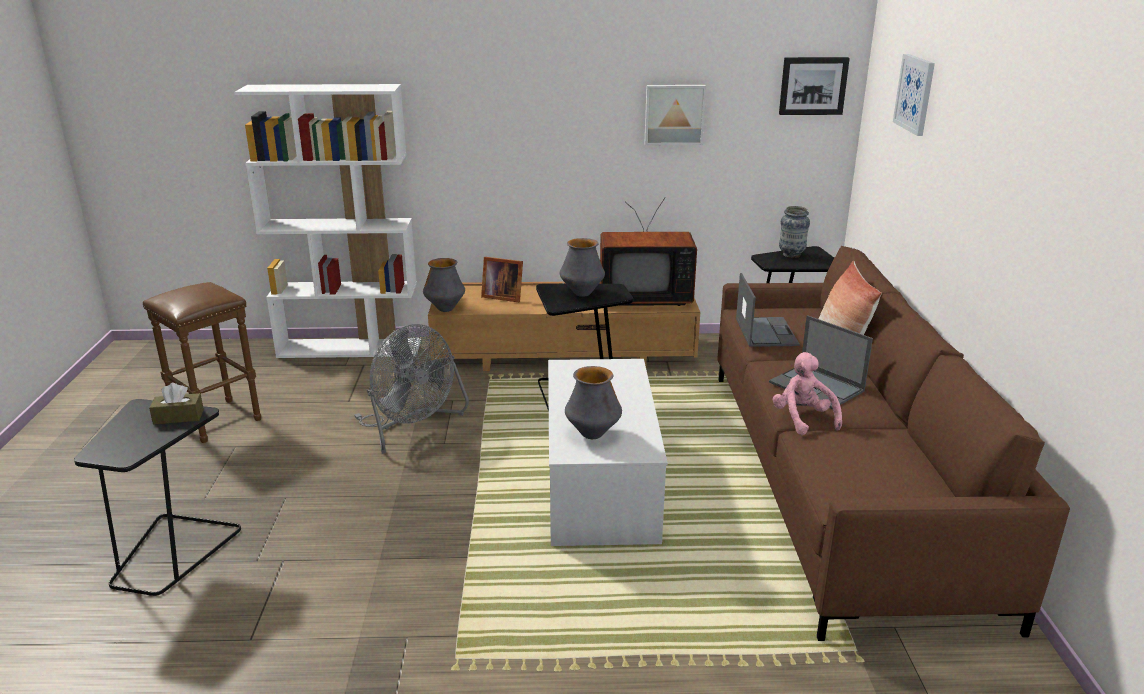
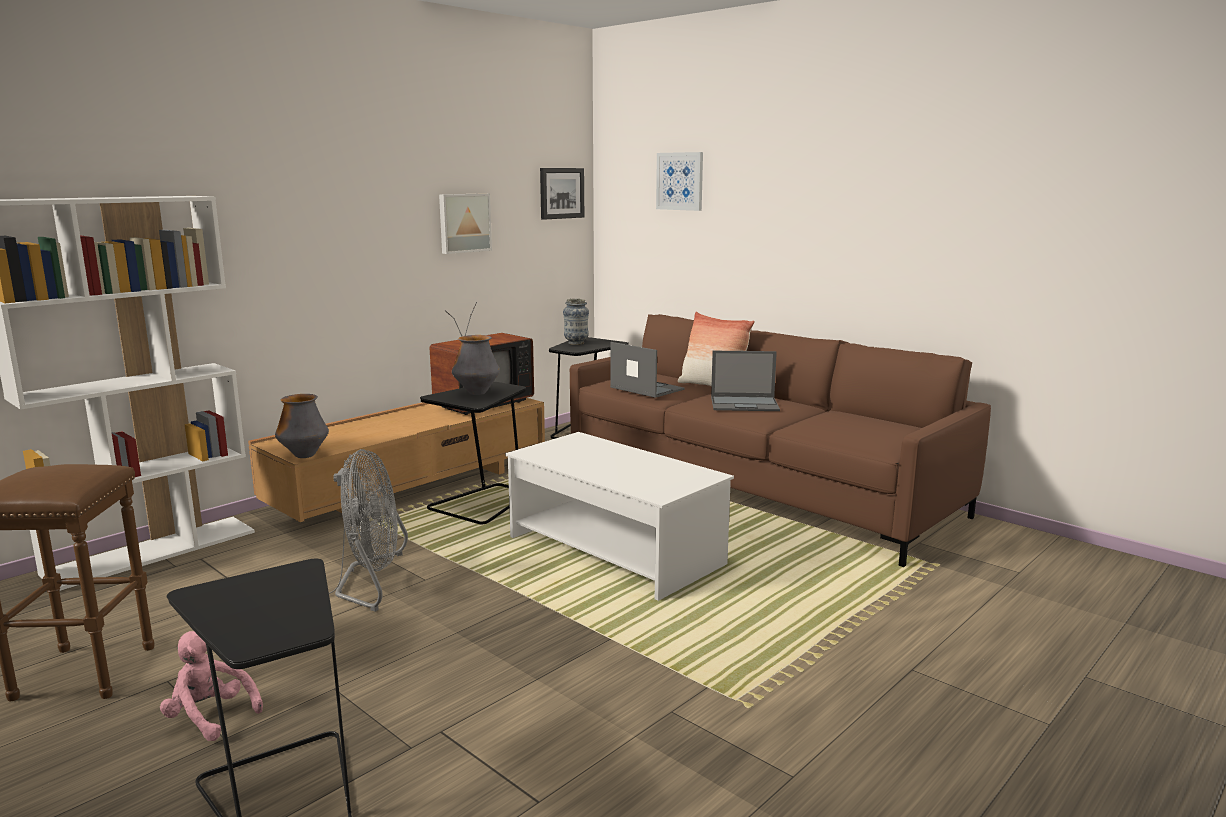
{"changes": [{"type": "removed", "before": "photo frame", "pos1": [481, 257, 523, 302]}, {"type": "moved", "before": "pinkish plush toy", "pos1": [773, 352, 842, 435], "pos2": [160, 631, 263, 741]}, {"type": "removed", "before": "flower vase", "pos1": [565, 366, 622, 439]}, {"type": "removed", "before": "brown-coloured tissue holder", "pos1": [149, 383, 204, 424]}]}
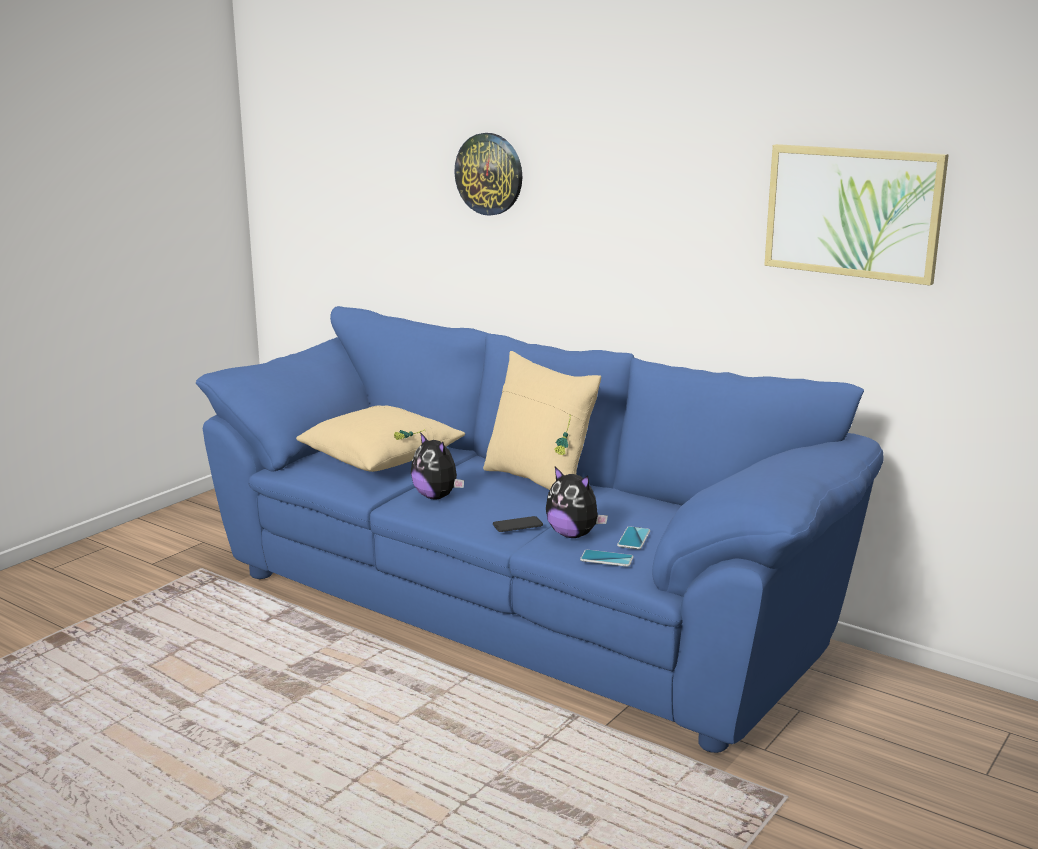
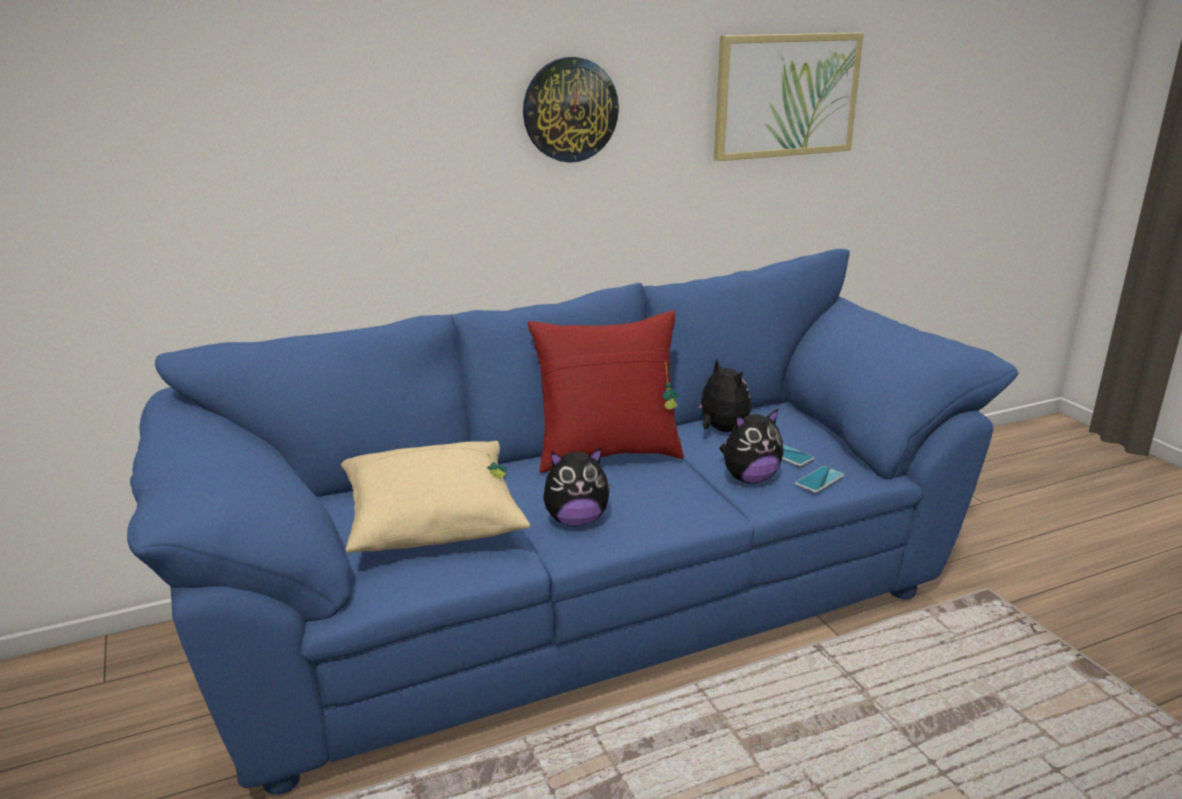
{"changes": [{"type": "moved", "before": "wall clock", "pos1": [454, 133, 522, 216], "pos2": [523, 57, 619, 163]}, {"type": "recoloured", "before": "sand-coloured pillow", "after": "red pillow", "pos1": [483, 351, 601, 490], "pos2": [528, 310, 684, 473]}, {"type": "removed", "before": "handset", "pos1": [493, 516, 543, 532]}, {"type": "added", "after": "plush toy", "pos2": [699, 359, 751, 432]}]}
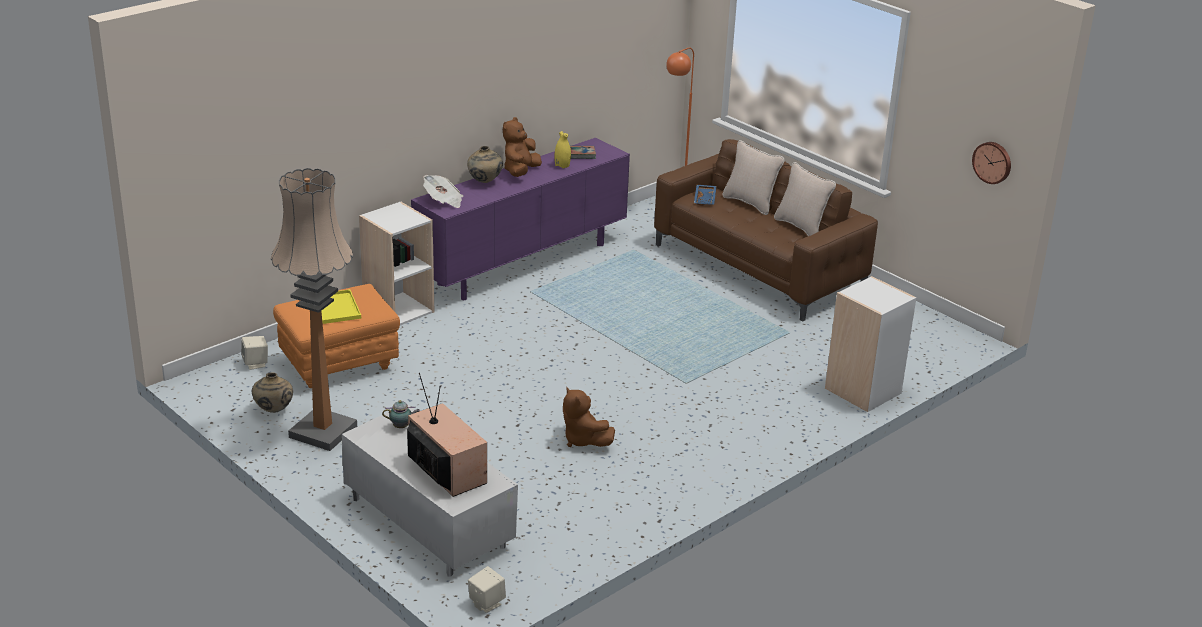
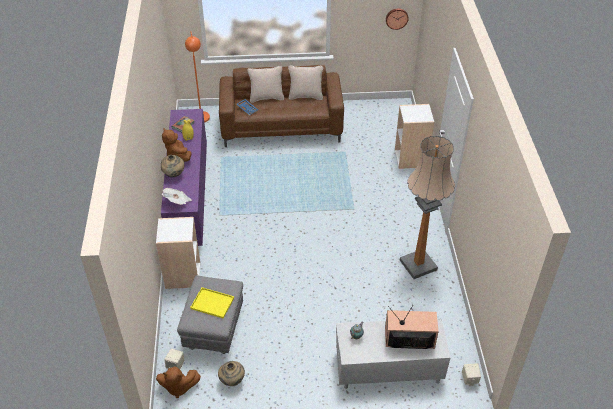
{"changes": [{"type": "moved", "before": "standard lamp", "pos1": [271, 168, 357, 451], "pos2": [400, 136, 455, 279]}, {"type": "recoloured", "before": "orangey ottoman", "after": "greyish ottoman", "pos1": [273, 284, 400, 388], "pos2": [177, 275, 243, 354]}, {"type": "moved", "before": "brown-coloured plush toy", "pos1": [563, 388, 615, 447], "pos2": [156, 366, 201, 398]}]}
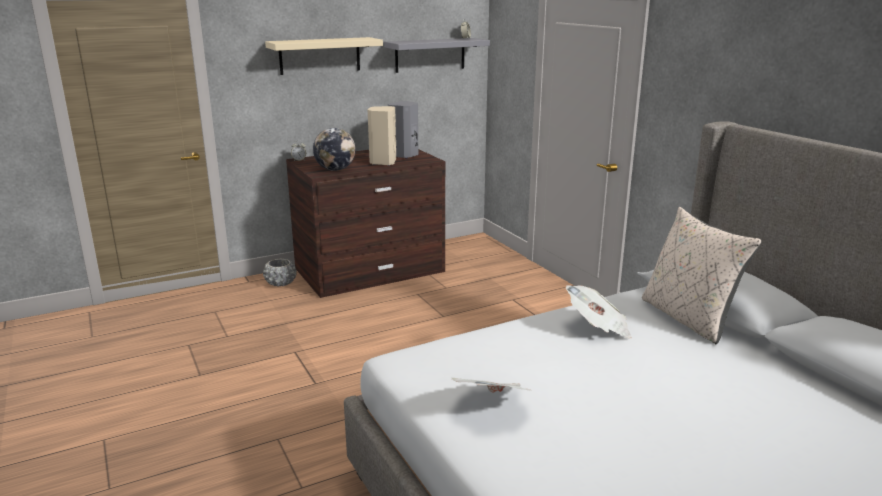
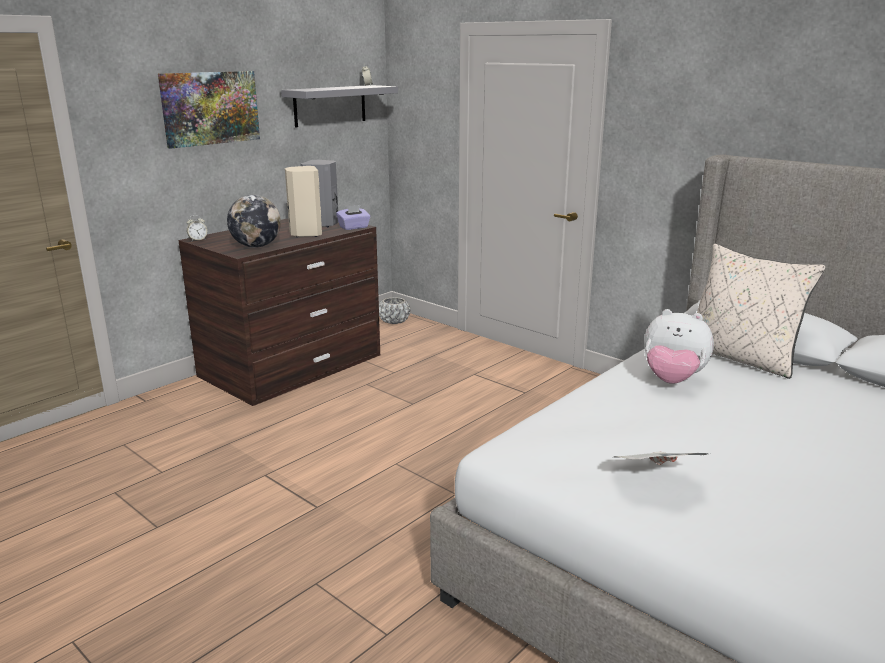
{"changes": [{"type": "replaced", "before": "sand-coloured shelf", "after": "picture", "pos1": [265, 37, 383, 75], "pos2": [158, 71, 260, 149]}, {"type": "moved", "before": "greyish planter", "pos1": [263, 259, 297, 287], "pos2": [379, 297, 411, 324]}, {"type": "replaced", "before": "printed paper", "after": "plush toy", "pos1": [566, 285, 631, 339], "pos2": [644, 309, 714, 384]}, {"type": "added", "after": "purple-coloured tissue holder", "pos2": [336, 205, 371, 230]}]}
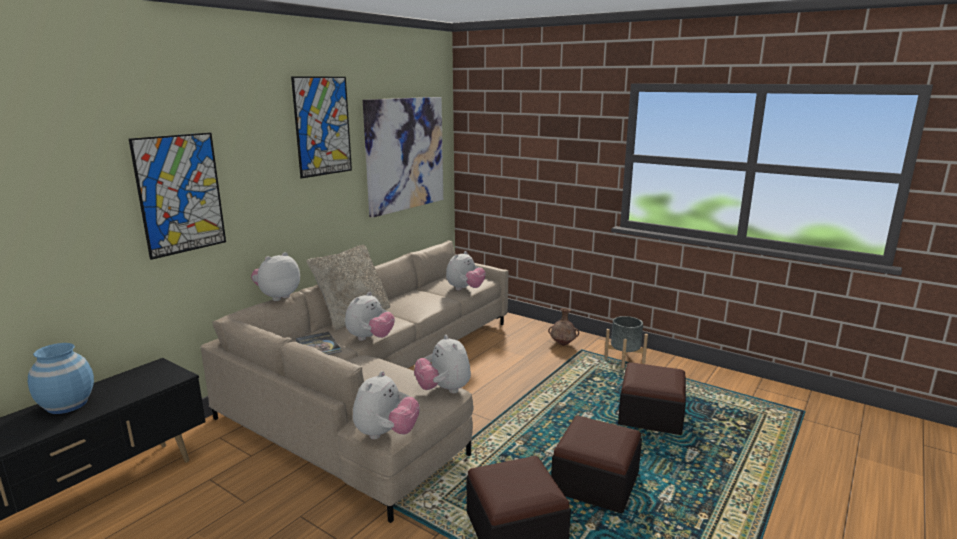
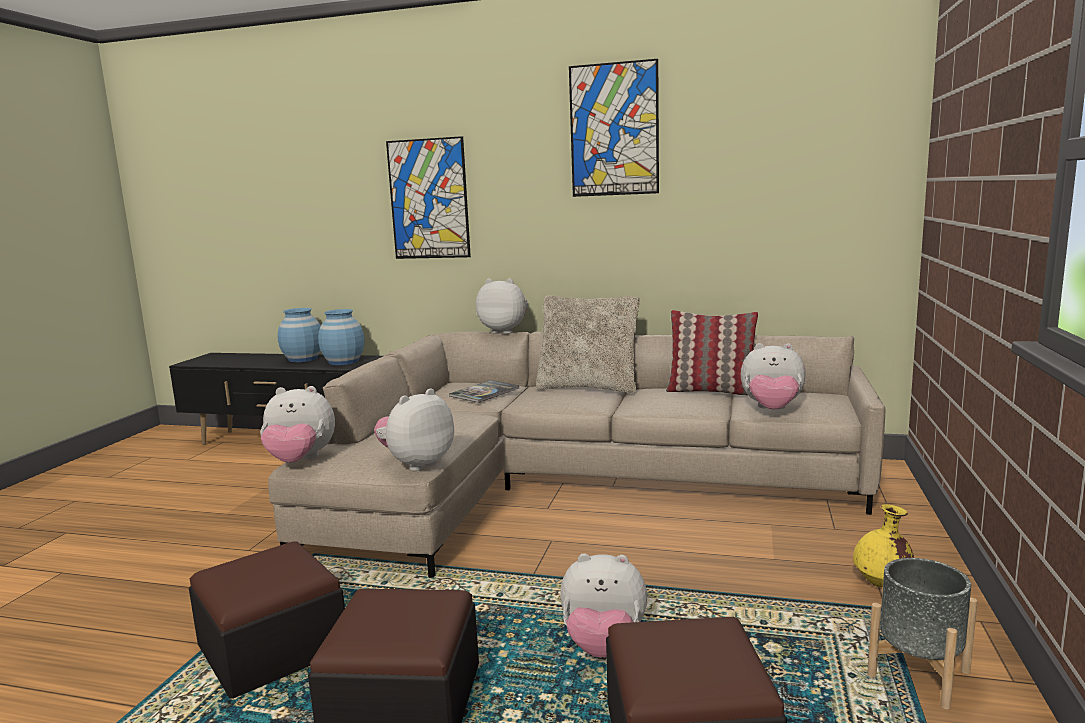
{"changes": [{"type": "removed", "before": "picture", "pos1": [363, 97, 443, 218]}, {"type": "moved", "before": "plush toy", "pos1": [345, 292, 395, 341], "pos2": [560, 553, 647, 658]}, {"type": "recoloured", "before": "brown-coloured flower vase", "after": "yellow flower vase", "pos1": [548, 308, 579, 346], "pos2": [853, 504, 914, 587]}, {"type": "added", "after": "blue flower vase", "pos2": [318, 309, 365, 365]}, {"type": "added", "after": "pillow", "pos2": [666, 310, 758, 396]}]}
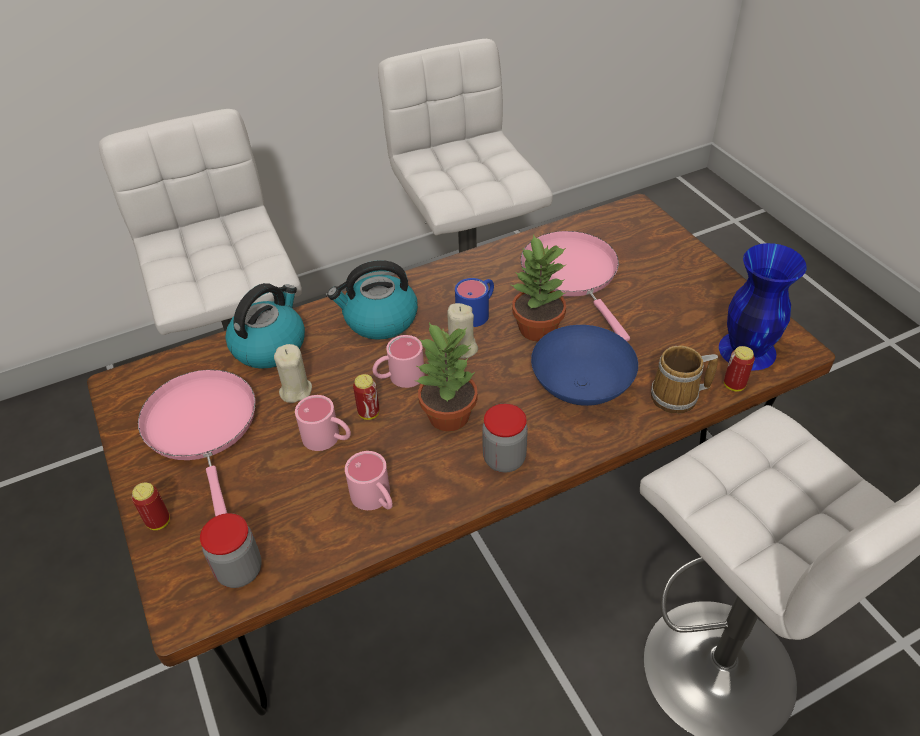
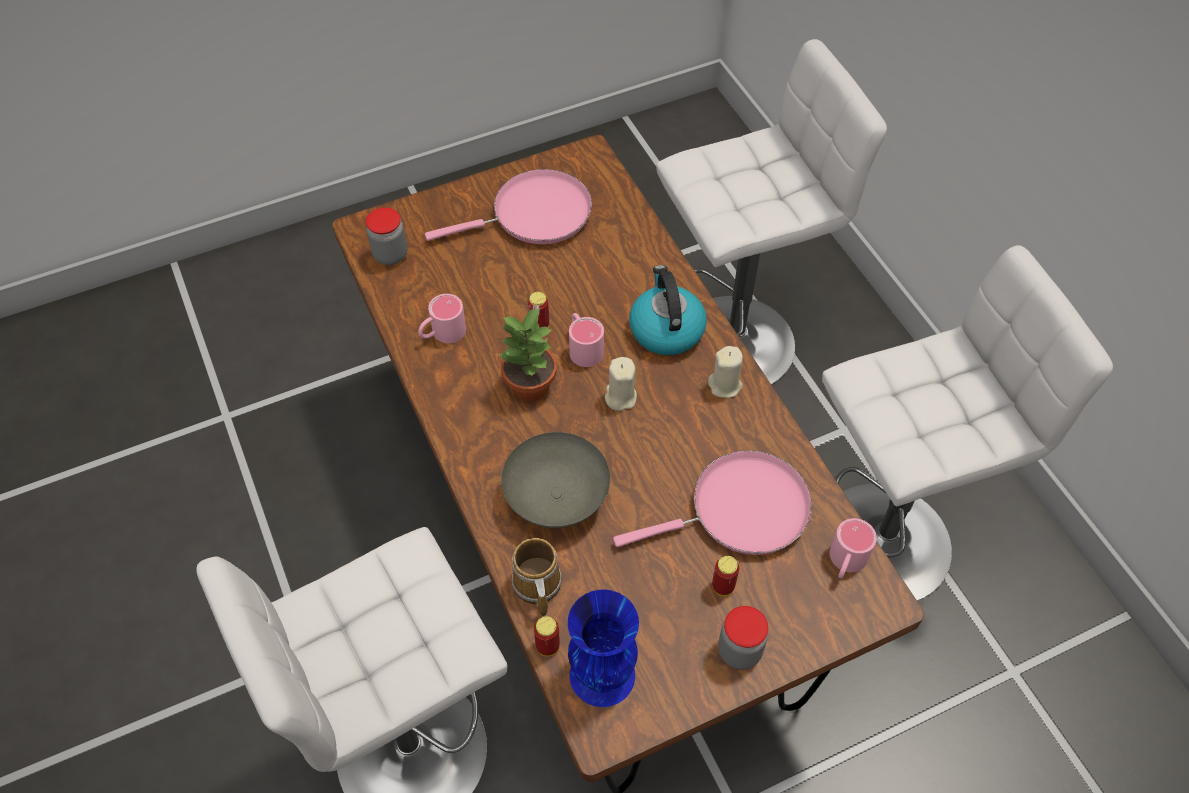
{"changes": [{"type": "removed", "before": "potted plant", "pos1": [512, 234, 567, 341]}, {"type": "removed", "before": "blue mug", "pos1": [455, 278, 494, 327]}, {"type": "removed", "before": "kettle", "pos1": [226, 283, 305, 369]}, {"type": "recoloured", "before": "blue deep dish", "after": "greyish deep dish", "pos1": [531, 325, 638, 406], "pos2": [501, 432, 610, 528]}, {"type": "moved", "before": "sand-coloured candle", "pos1": [274, 344, 312, 403], "pos2": [708, 346, 743, 398]}, {"type": "moved", "before": "pinkish mug", "pos1": [295, 395, 351, 451], "pos2": [830, 518, 877, 578]}, {"type": "moved", "before": "storage jar", "pos1": [482, 404, 528, 473], "pos2": [718, 606, 769, 670]}, {"type": "moved", "before": "sealed can", "pos1": [132, 483, 170, 530], "pos2": [712, 556, 739, 596]}]}
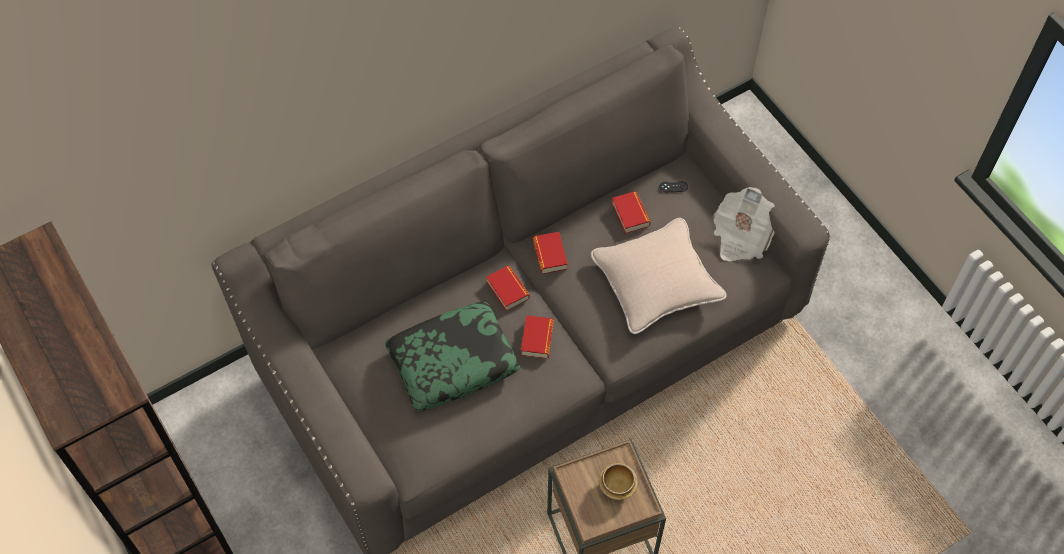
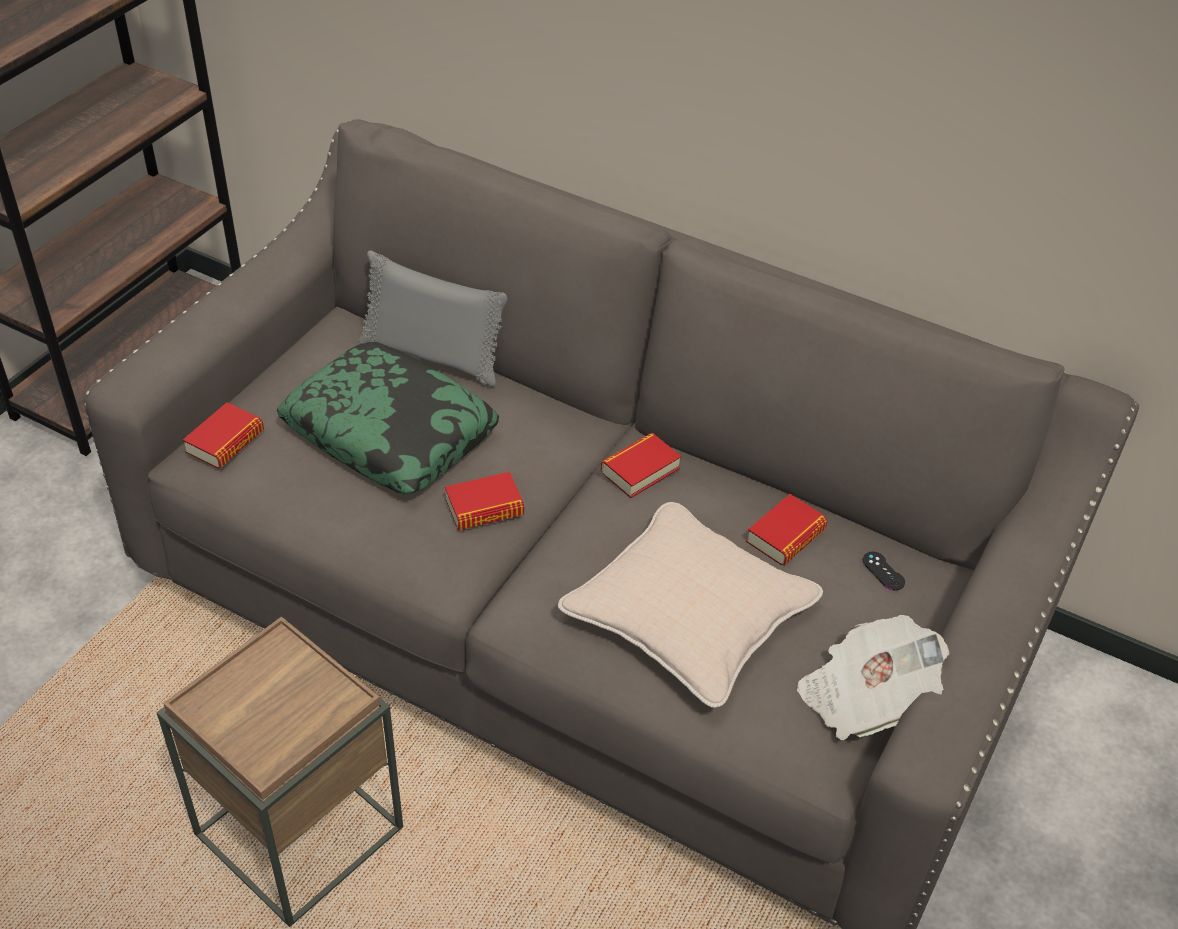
{"changes": [{"type": "moved", "before": "bound book", "pos1": [486, 266, 530, 311], "pos2": [183, 402, 264, 469]}, {"type": "removed", "before": "deep dish", "pos1": [599, 463, 638, 500]}, {"type": "added", "after": "greyish pillow", "pos2": [358, 250, 507, 386]}]}
